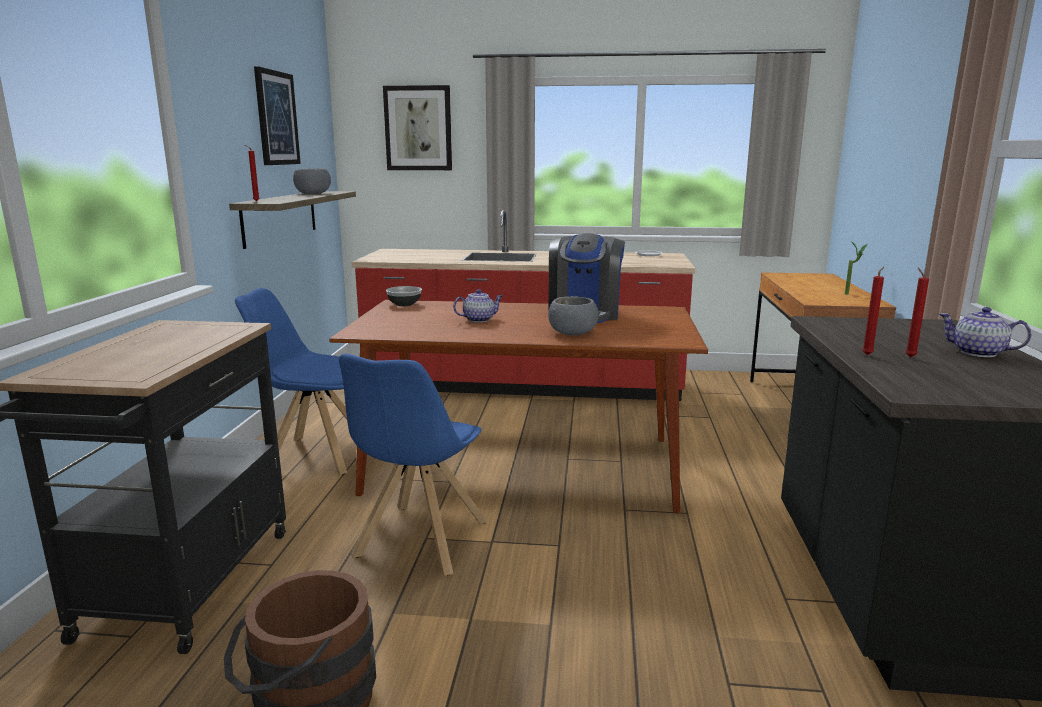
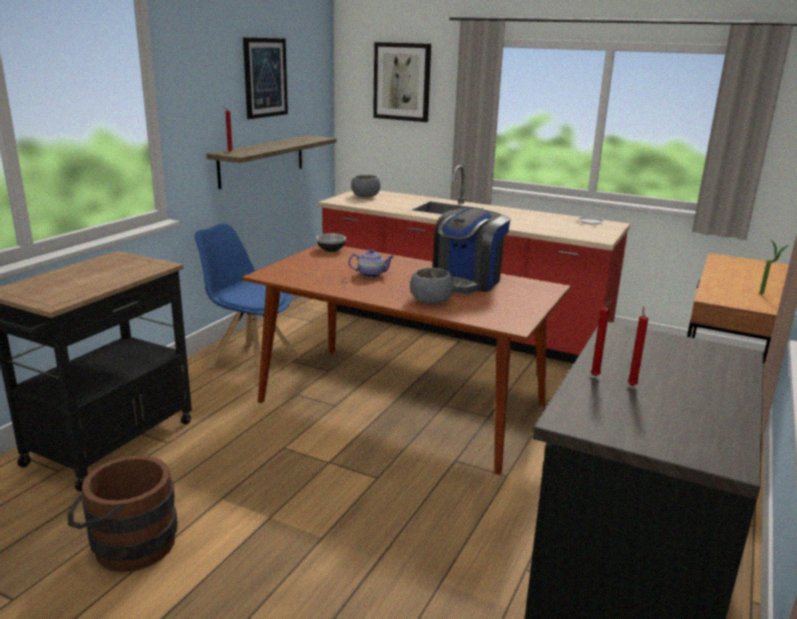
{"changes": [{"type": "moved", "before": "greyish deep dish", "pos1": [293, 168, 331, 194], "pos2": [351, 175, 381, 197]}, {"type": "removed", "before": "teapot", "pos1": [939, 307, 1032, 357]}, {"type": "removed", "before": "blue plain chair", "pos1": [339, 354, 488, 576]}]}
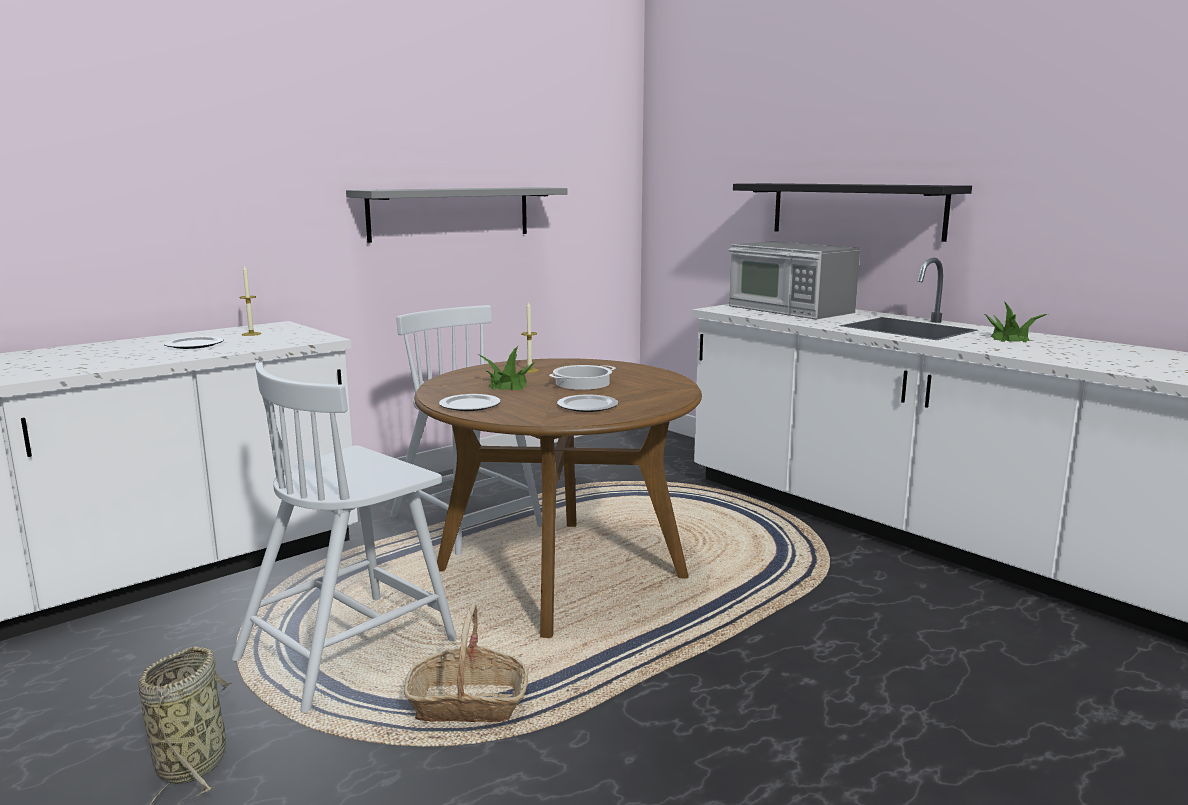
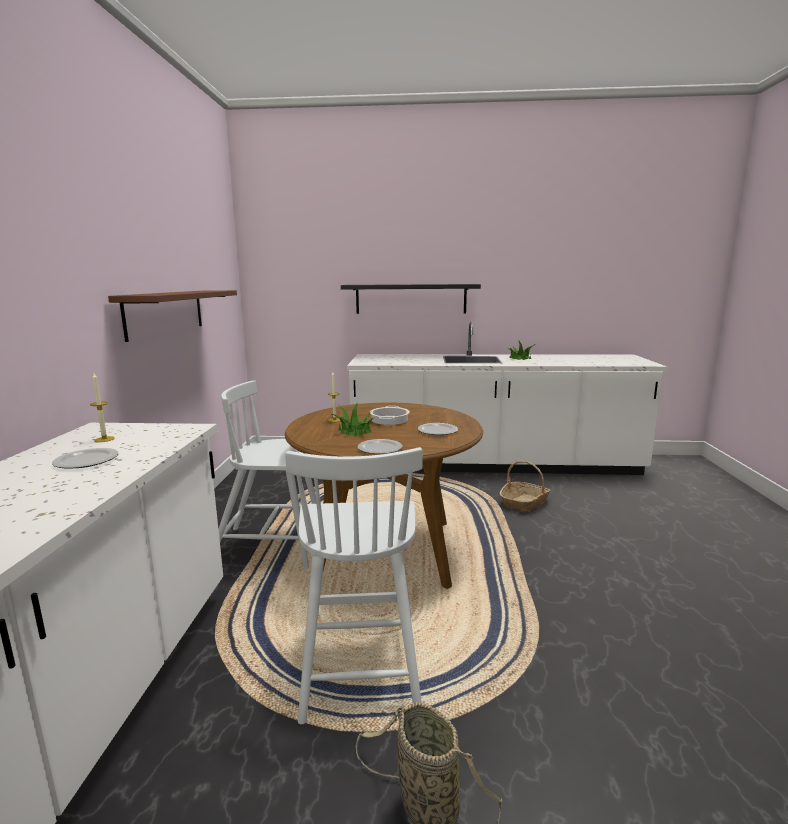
{"changes": [{"type": "recoloured", "before": "greyish shelf", "after": "brown-coloured shelf", "pos1": [346, 187, 568, 243], "pos2": [108, 290, 237, 342]}, {"type": "removed", "before": "kitchen microwave", "pos1": [729, 241, 860, 319]}, {"type": "moved", "before": "household basket", "pos1": [404, 603, 528, 722], "pos2": [499, 461, 551, 513]}]}
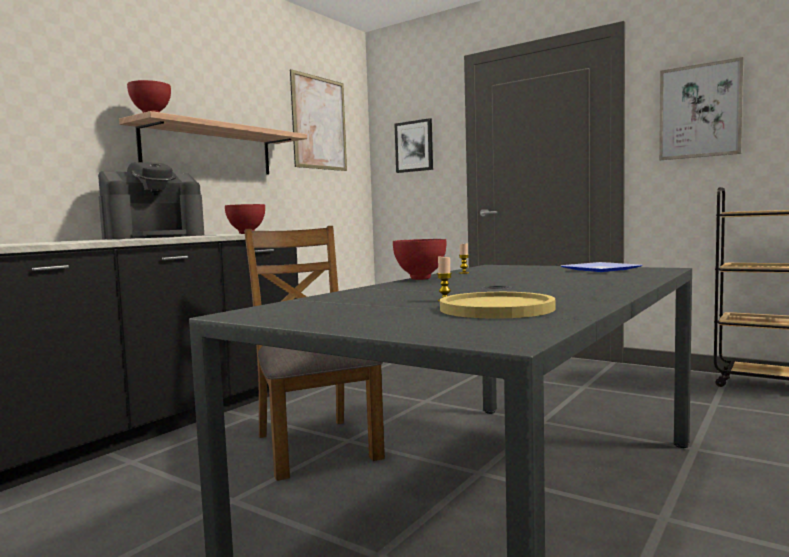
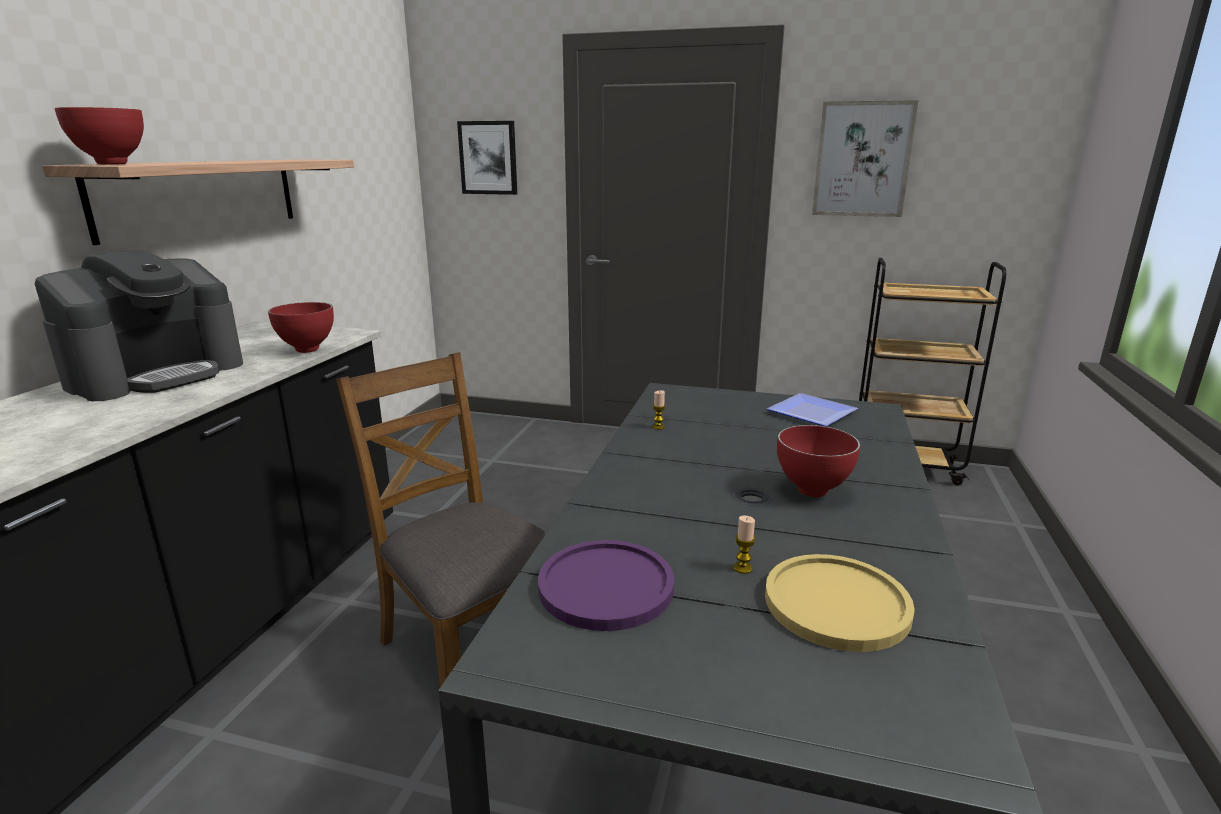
{"changes": [{"type": "removed", "before": "picture", "pos1": [290, 69, 347, 171]}, {"type": "moved", "before": "red deep dish", "pos1": [393, 239, 446, 280], "pos2": [777, 425, 860, 497]}, {"type": "added", "after": "purple-coloured dinner plate", "pos2": [538, 540, 674, 631]}]}
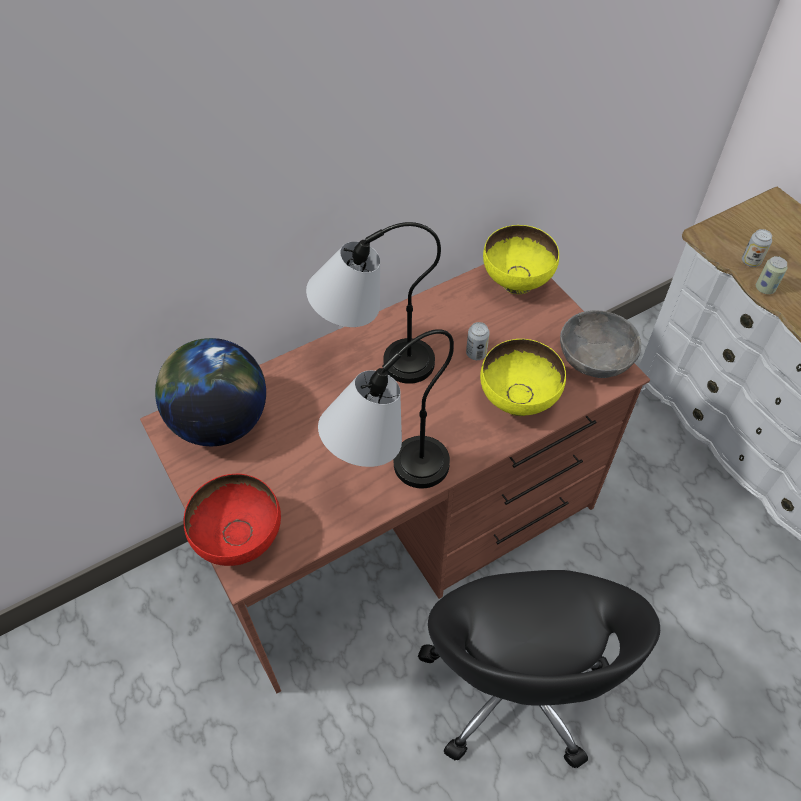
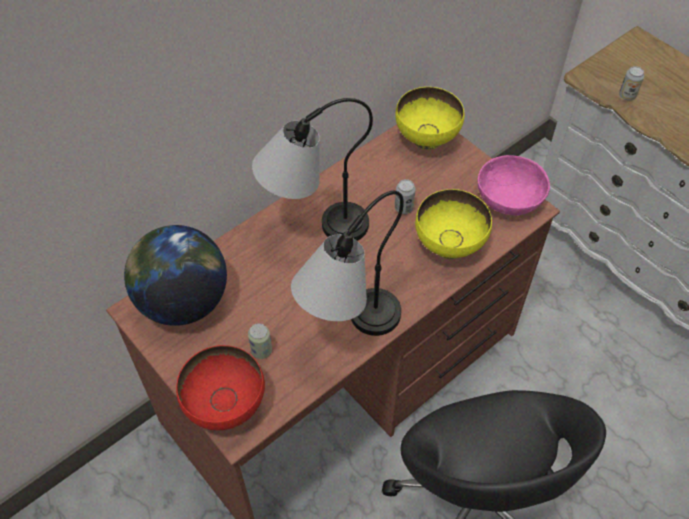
{"changes": [{"type": "moved", "before": "sealed can", "pos1": [756, 256, 788, 294], "pos2": [248, 323, 272, 359]}, {"type": "recoloured", "before": "greyish deep dish", "after": "pinkish deep dish", "pos1": [560, 310, 641, 378], "pos2": [478, 155, 550, 216]}]}
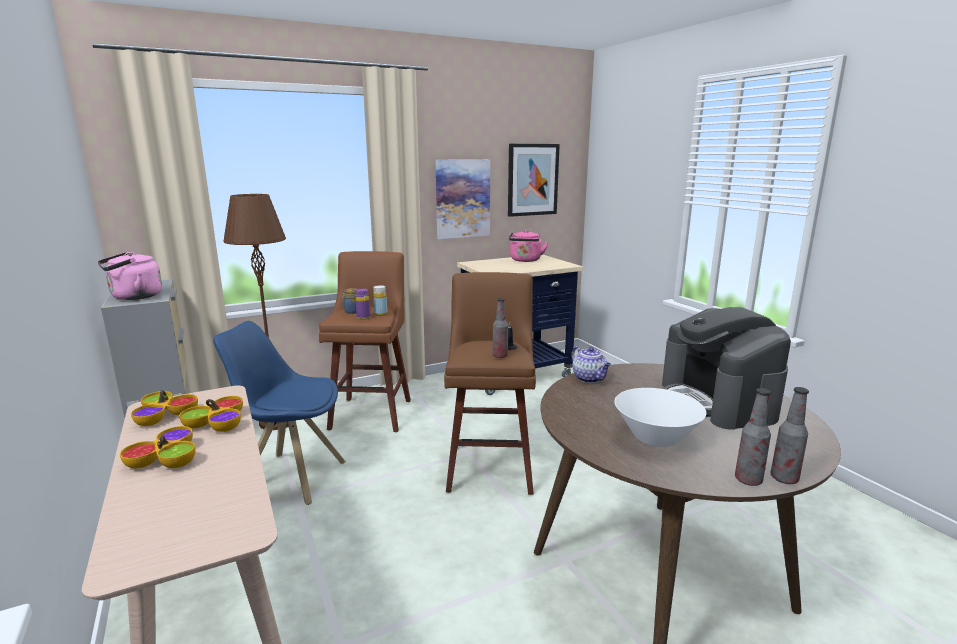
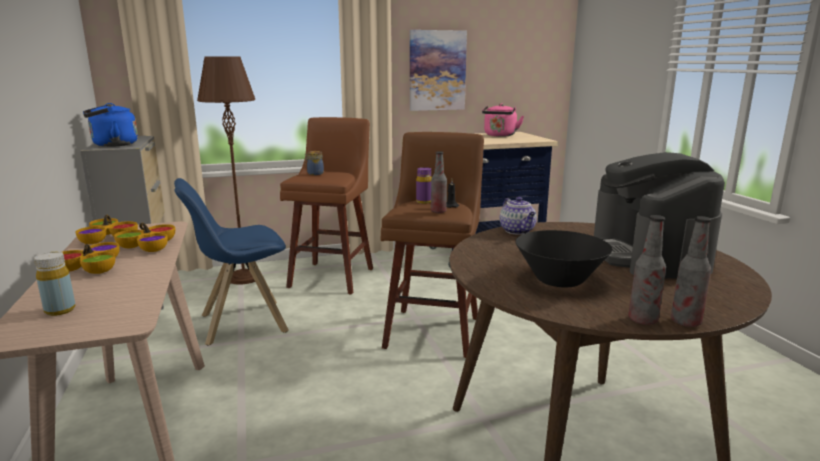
{"changes": [{"type": "removed", "before": "picture", "pos1": [508, 144, 560, 217]}, {"type": "recoloured", "before": "pinkish kettle", "after": "blue kettle", "pos1": [98, 252, 162, 300], "pos2": [83, 103, 138, 147]}, {"type": "moved", "before": "yellow drink bottle", "pos1": [373, 285, 387, 316], "pos2": [34, 252, 76, 316]}, {"type": "moved", "before": "purple-coloured drink bottle", "pos1": [356, 288, 370, 320], "pos2": [416, 167, 432, 204]}, {"type": "turned", "before": "blue plain chair", "pos1": [213, 321, 346, 505], "pos2": [174, 178, 288, 346], "turn": -45}, {"type": "recoloured", "before": "white-coloured deep dish", "after": "black-coloured deep dish", "pos1": [615, 388, 706, 447], "pos2": [515, 230, 612, 288]}]}
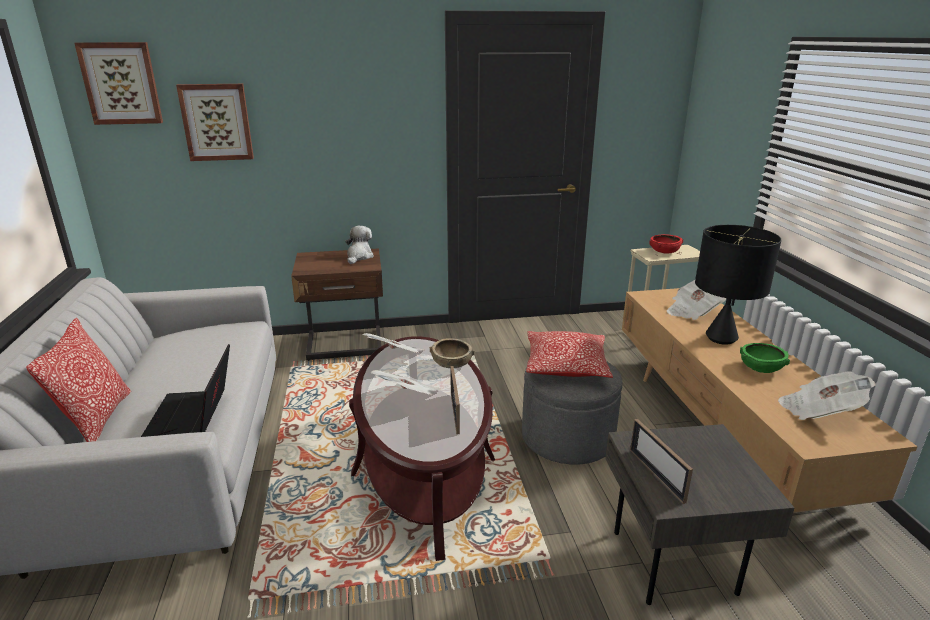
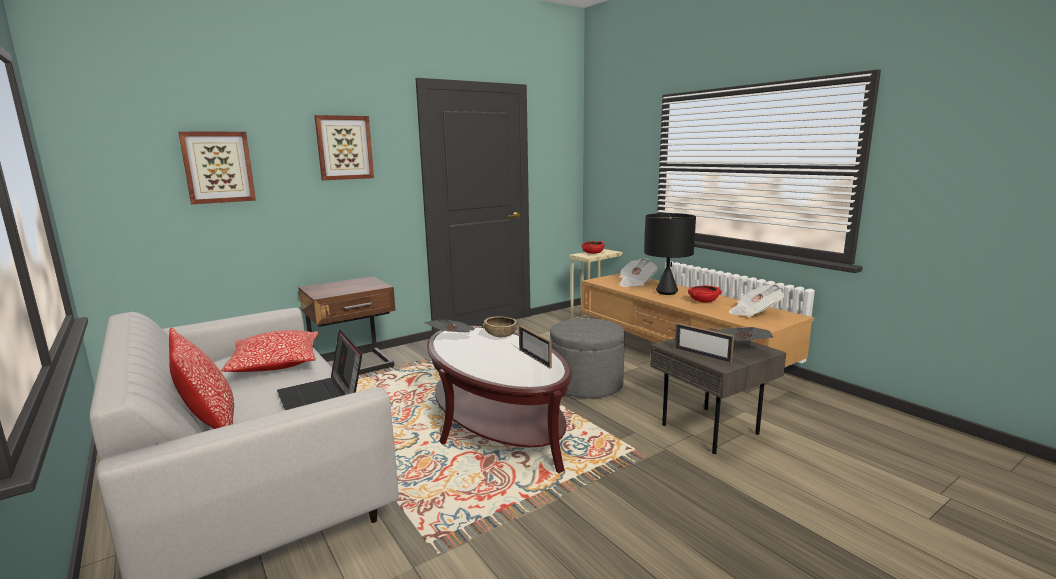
{"changes": [{"type": "moved", "before": "picture", "pos1": [74, 42, 163, 125], "pos2": [314, 115, 374, 180]}, {"type": "removed", "before": "plush toy", "pos1": [345, 226, 374, 264]}, {"type": "moved", "before": "pillow", "pos1": [526, 331, 613, 378], "pos2": [221, 330, 319, 372]}, {"type": "recoloured", "before": "green-coloured deep dish", "after": "red deep dish", "pos1": [740, 343, 790, 373], "pos2": [688, 286, 722, 303]}, {"type": "moved", "before": "printed paper", "pos1": [371, 370, 440, 395], "pos2": [713, 327, 773, 341]}]}
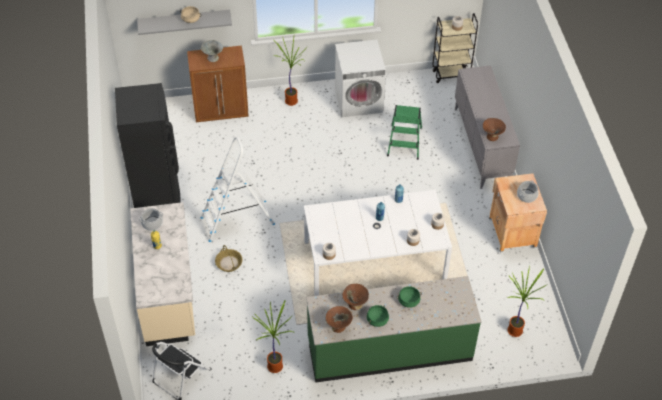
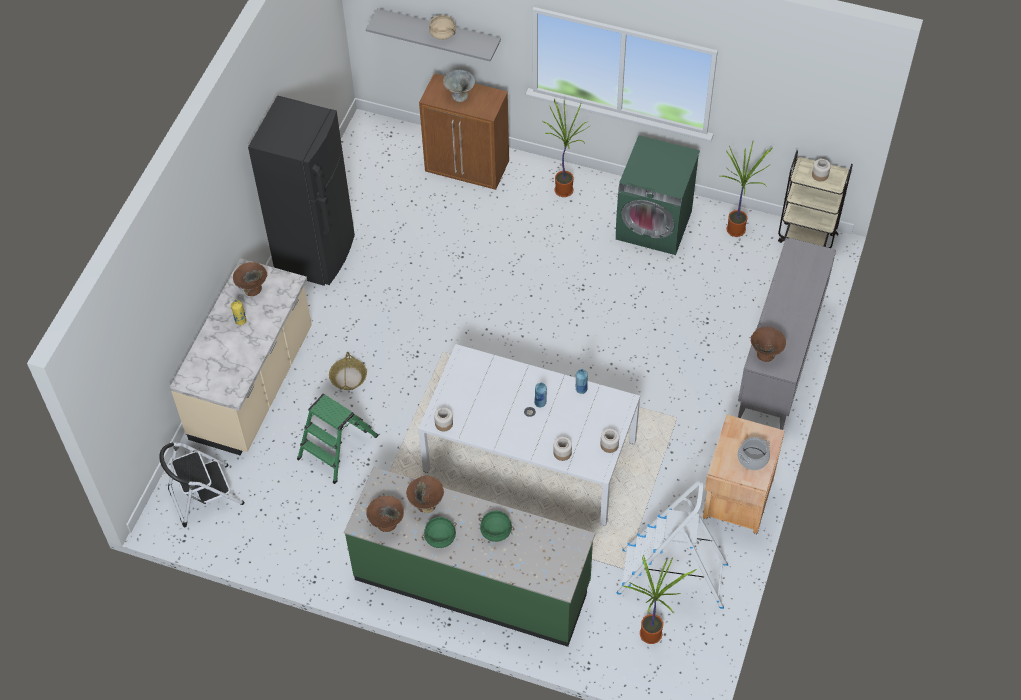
{"changes": [{"type": "recoloured", "before": "white-coloured laundry appliance", "after": "green-coloured laundry appliance", "pos1": [335, 40, 386, 117], "pos2": [616, 135, 700, 255]}, {"type": "moved", "before": "green-coloured stepladder", "pos1": [387, 105, 422, 160], "pos2": [297, 393, 379, 484]}, {"type": "moved", "before": "white-coloured stepladder", "pos1": [201, 137, 275, 242], "pos2": [616, 481, 728, 609]}, {"type": "replaced", "before": "saucepot", "after": "brown-coloured deep dish", "pos1": [139, 208, 163, 231], "pos2": [233, 262, 267, 296]}, {"type": "moved", "before": "potted plant", "pos1": [253, 300, 293, 373], "pos2": [720, 142, 773, 237]}]}
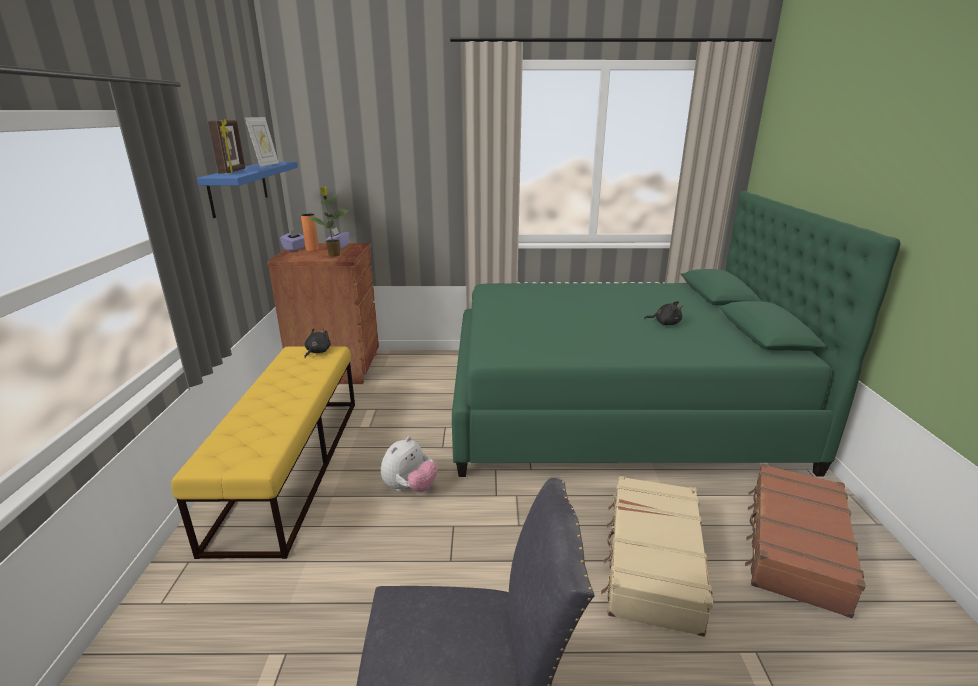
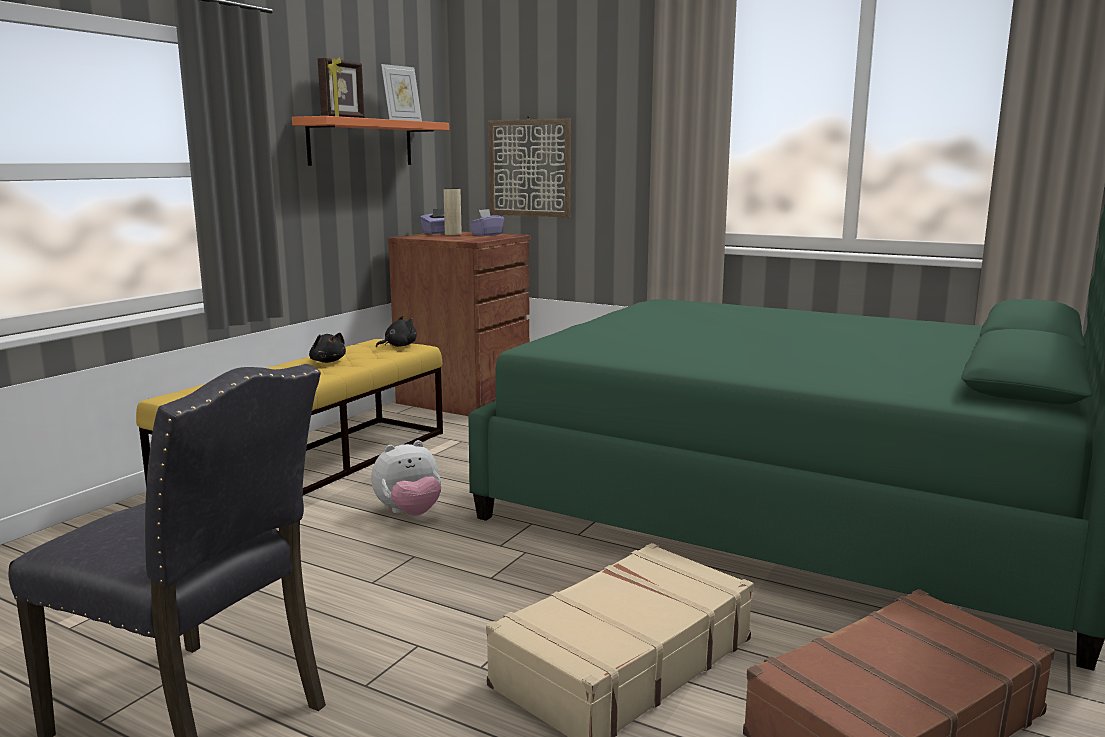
{"changes": [{"type": "recoloured", "before": "blue shelf", "after": "orangey shelf", "pos1": [197, 162, 298, 218], "pos2": [292, 116, 449, 166]}, {"type": "removed", "before": "potted plant", "pos1": [306, 186, 349, 257]}, {"type": "recoloured", "before": "orangey flower vase", "after": "sand-coloured flower vase", "pos1": [301, 214, 319, 251], "pos2": [443, 188, 462, 235]}, {"type": "moved", "before": "black-coloured plush toy", "pos1": [644, 301, 683, 325], "pos2": [309, 333, 346, 363]}, {"type": "added", "after": "picture", "pos2": [488, 116, 571, 217]}]}
